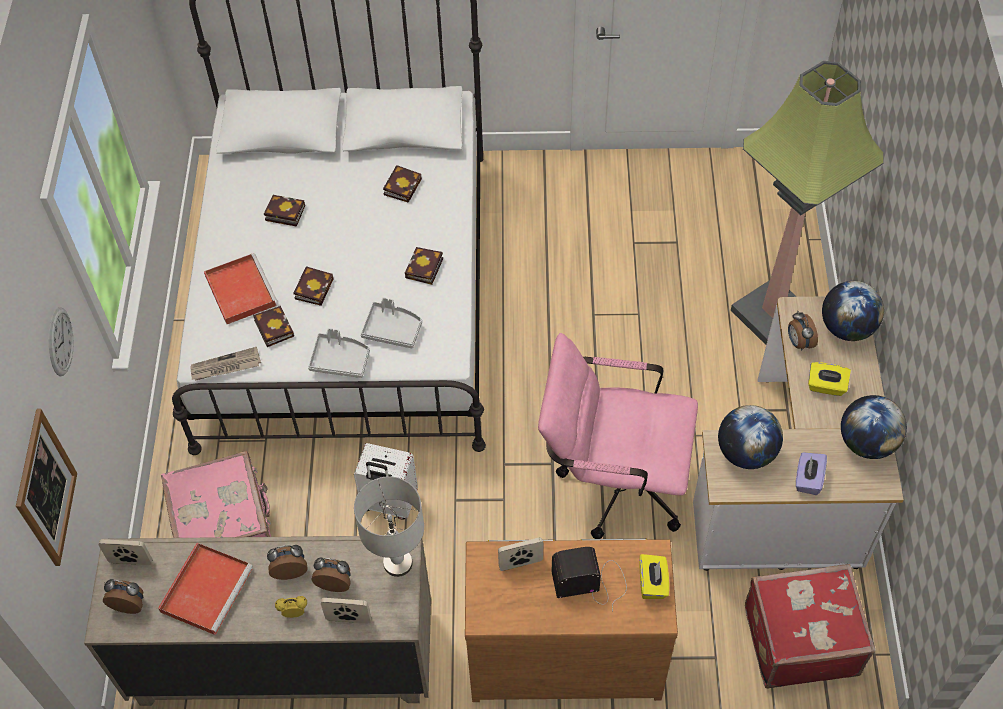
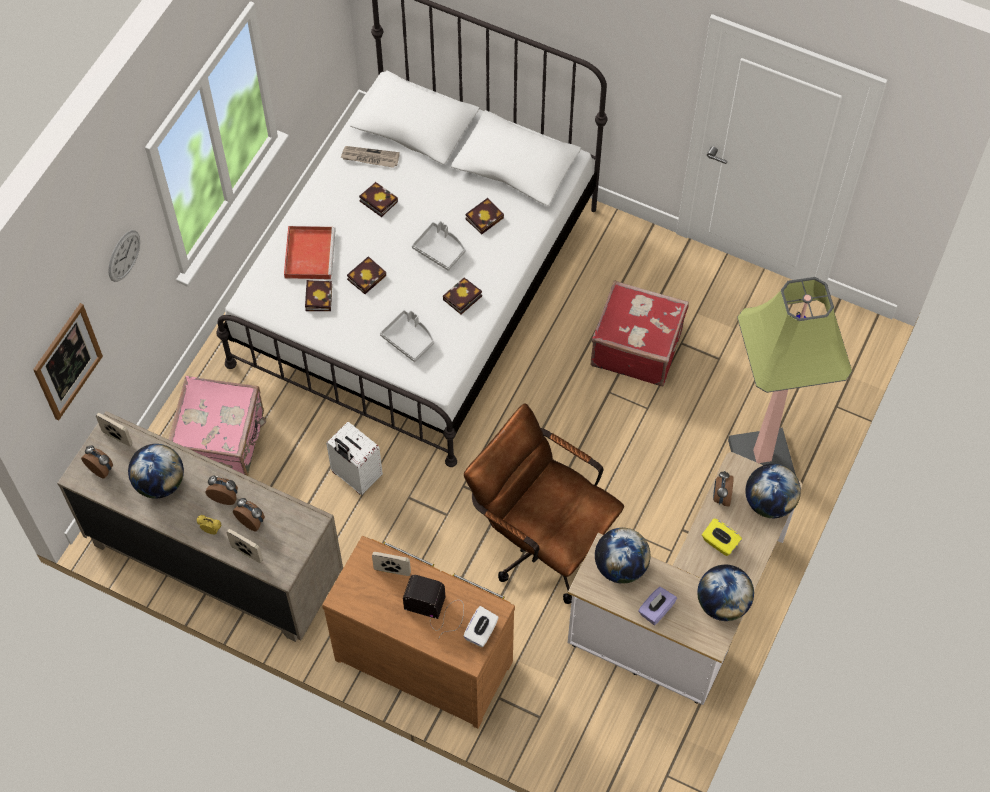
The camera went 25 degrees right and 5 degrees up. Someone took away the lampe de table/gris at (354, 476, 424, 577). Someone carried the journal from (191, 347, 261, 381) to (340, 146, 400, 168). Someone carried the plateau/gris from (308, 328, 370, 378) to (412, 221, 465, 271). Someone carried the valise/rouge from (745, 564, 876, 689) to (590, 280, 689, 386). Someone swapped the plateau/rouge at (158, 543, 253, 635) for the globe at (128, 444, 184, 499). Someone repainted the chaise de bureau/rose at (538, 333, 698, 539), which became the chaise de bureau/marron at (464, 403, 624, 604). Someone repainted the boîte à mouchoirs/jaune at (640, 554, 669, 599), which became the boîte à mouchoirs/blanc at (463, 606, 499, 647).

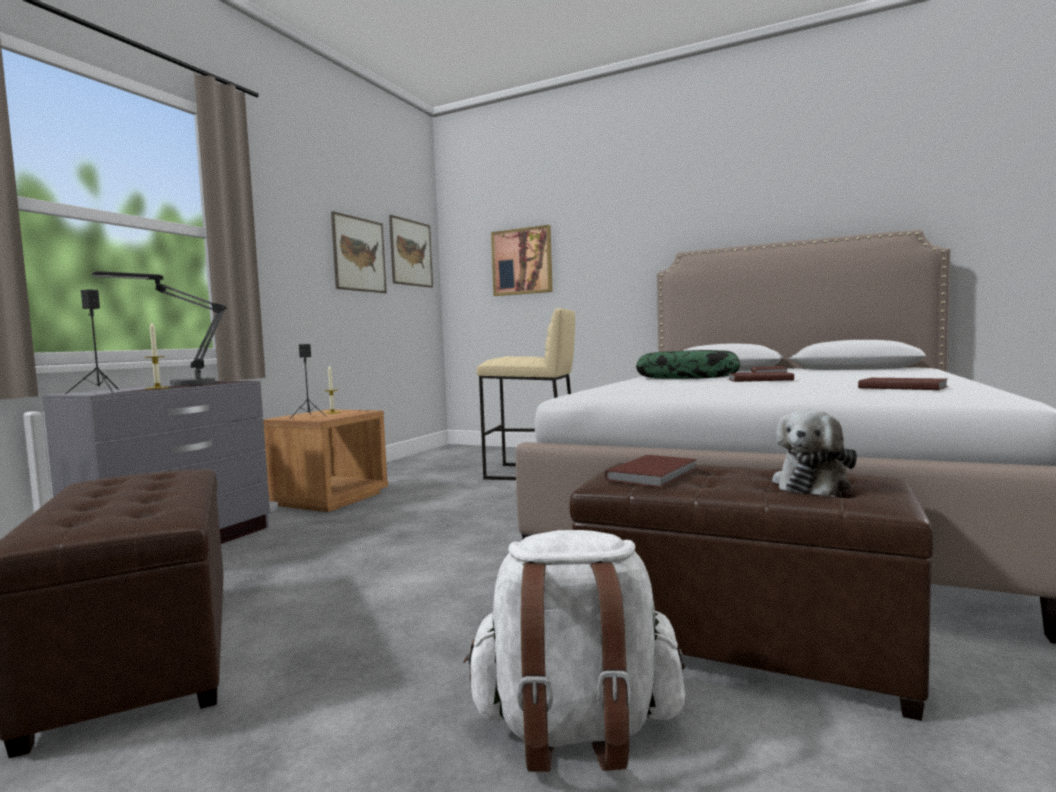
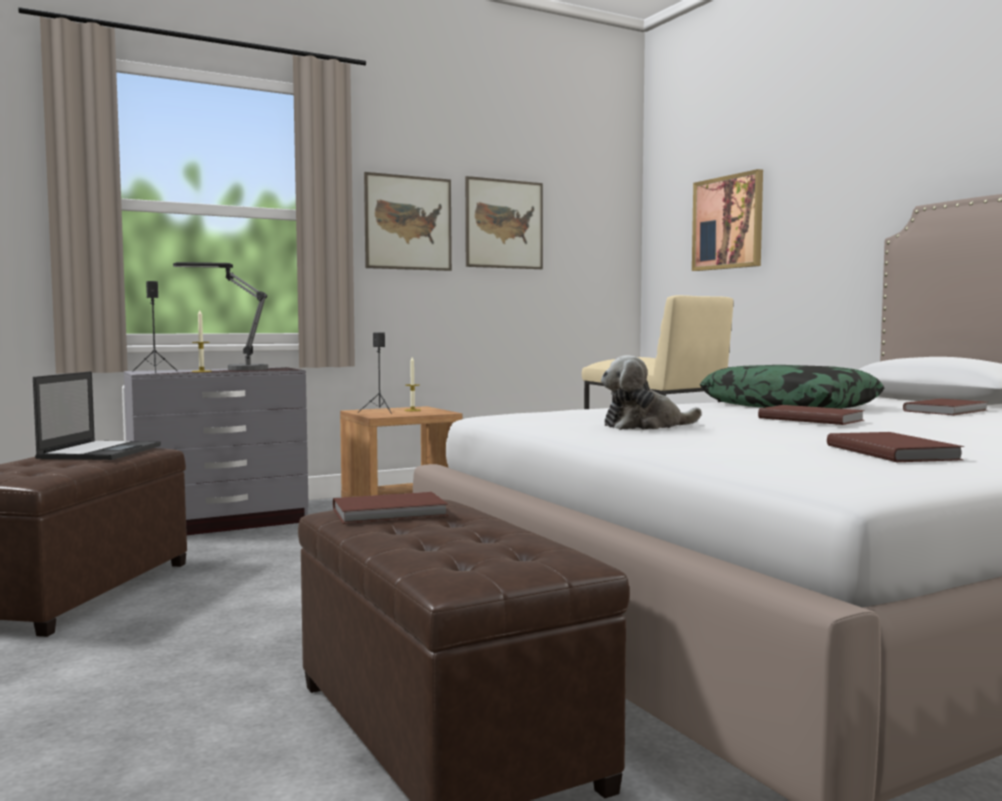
The camera went 35 degrees right and 0 degrees up. Someone took away the sac à dos/blanc at (463, 530, 685, 772). Someone put down the ordinateur portable at (33, 371, 161, 460). Someone carried the tableau from (389, 215, 433, 288) to (364, 172, 452, 271). Someone carried the peluche from (772, 409, 857, 497) to (601, 355, 702, 430).

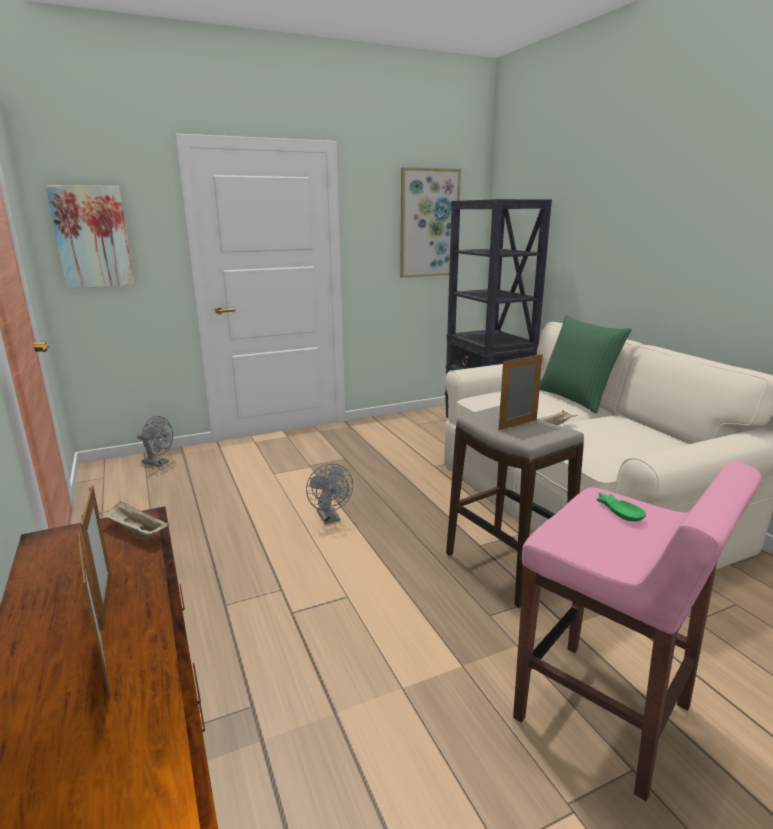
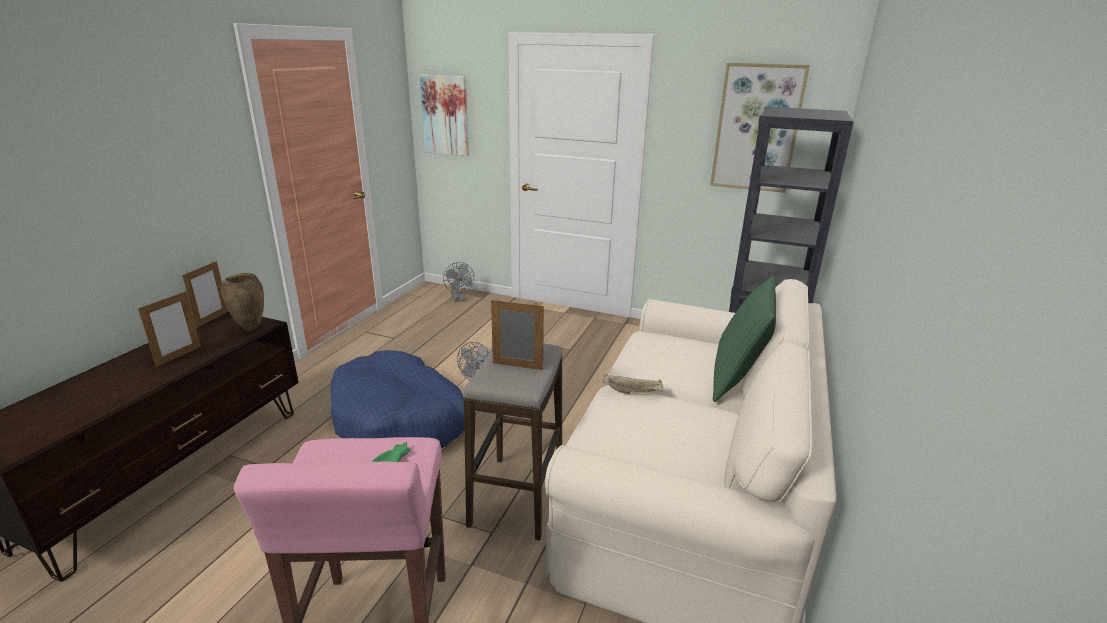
The camera went 45 degrees right and 5 degrees up. Someone put down the panier pour chien/bleu at (331, 350, 464, 448). Someone carried the cadre photo from (77, 532, 111, 696) to (182, 261, 228, 328). Someone swapped the plateau/beige at (100, 501, 170, 537) for the vase/marron at (222, 273, 264, 331).

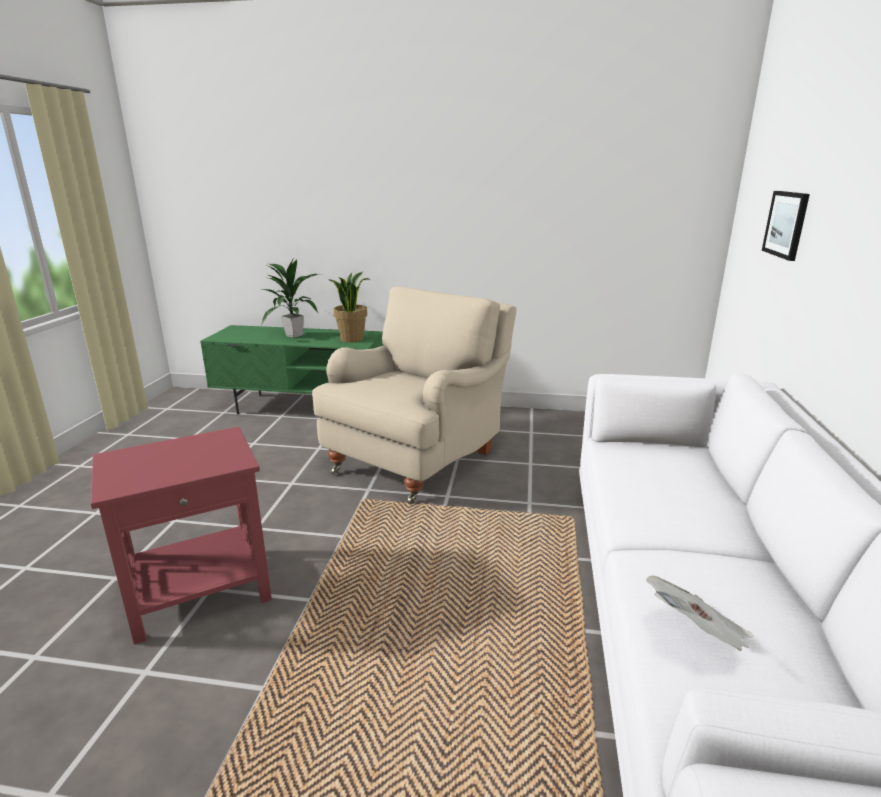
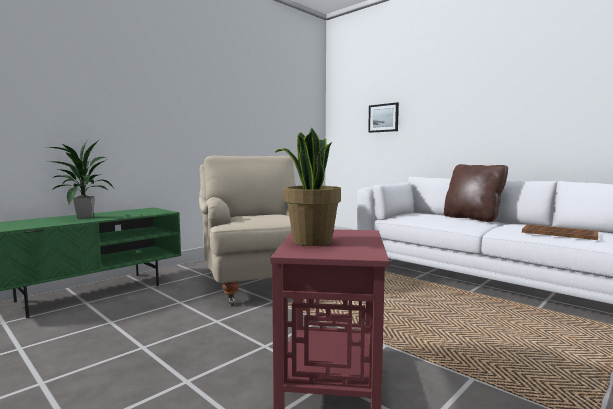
The camera went 55 degrees left and 15 degrees down. Someone put down the coussin/marron at (444, 164, 508, 222). Someone carried the plante en pot from (327, 272, 370, 343) to (276, 128, 341, 246). Someone swapped the journal at (646, 576, 754, 651) for the plateau/marron at (522, 224, 598, 240).

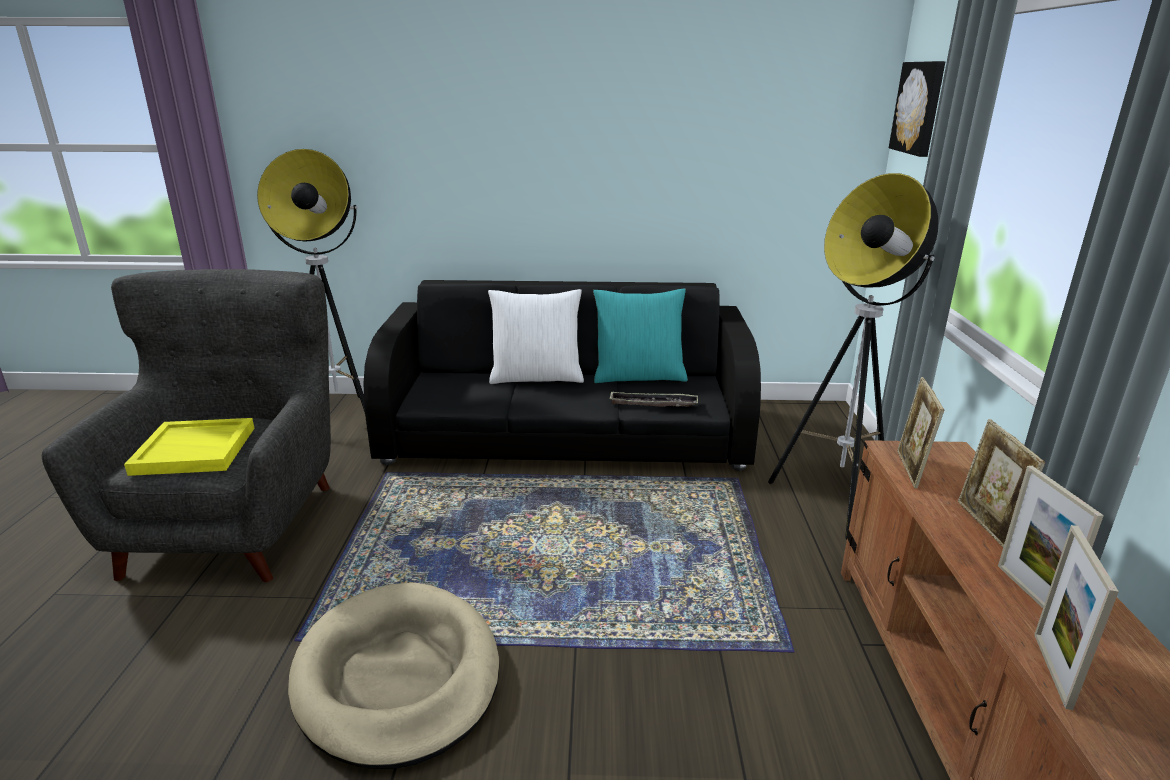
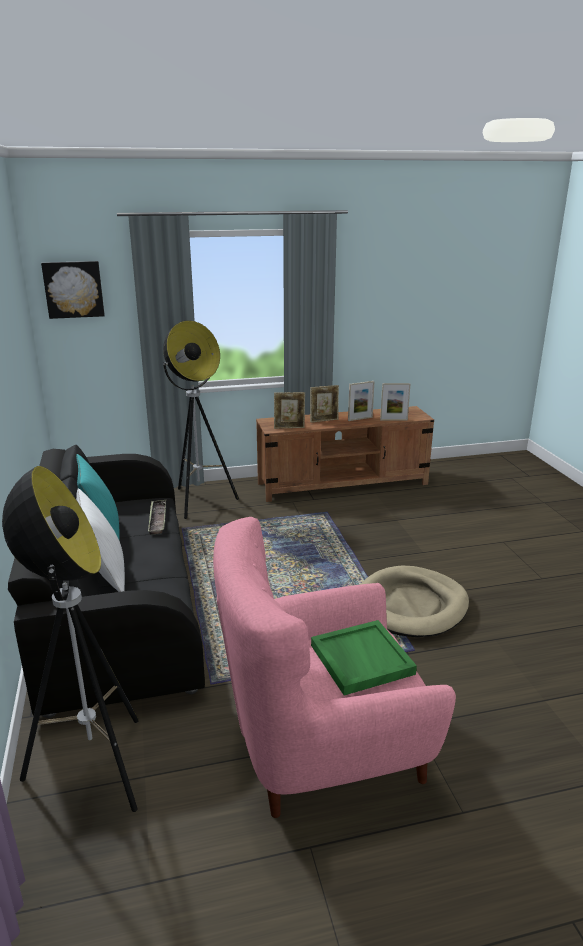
The camera went 105 degrees left and 0 degrees up. Someone repainted the fauteuil/gris at (42, 269, 331, 582), which became the fauteuil/rose at (213, 517, 456, 818). Someone repainted the plateau/jaune at (124, 418, 254, 476), which became the plateau/vert at (311, 620, 417, 696).

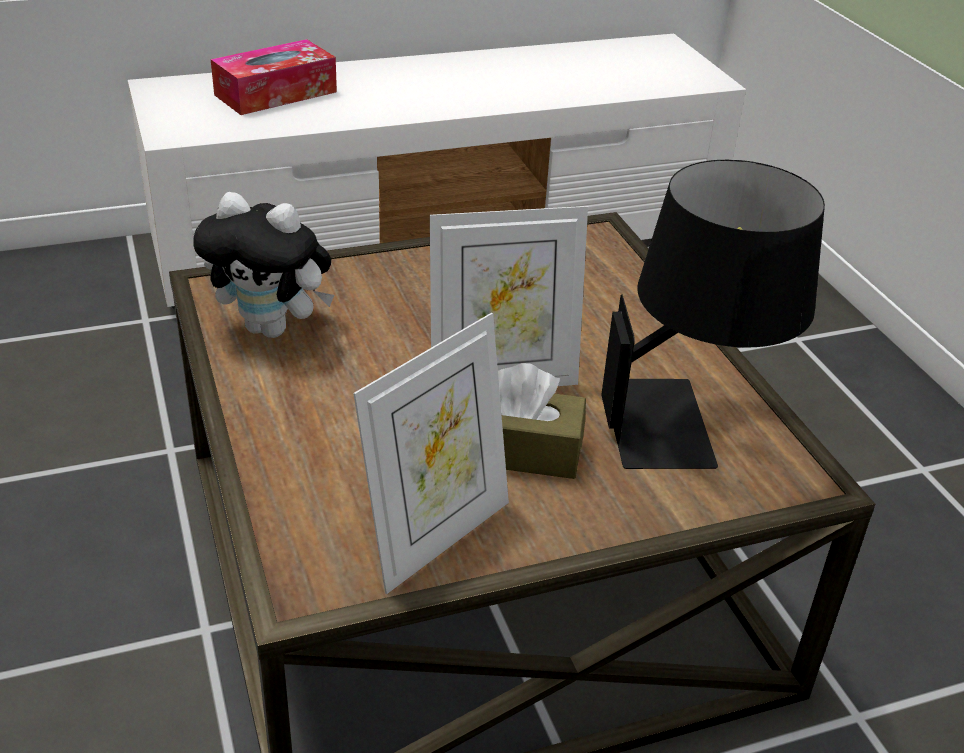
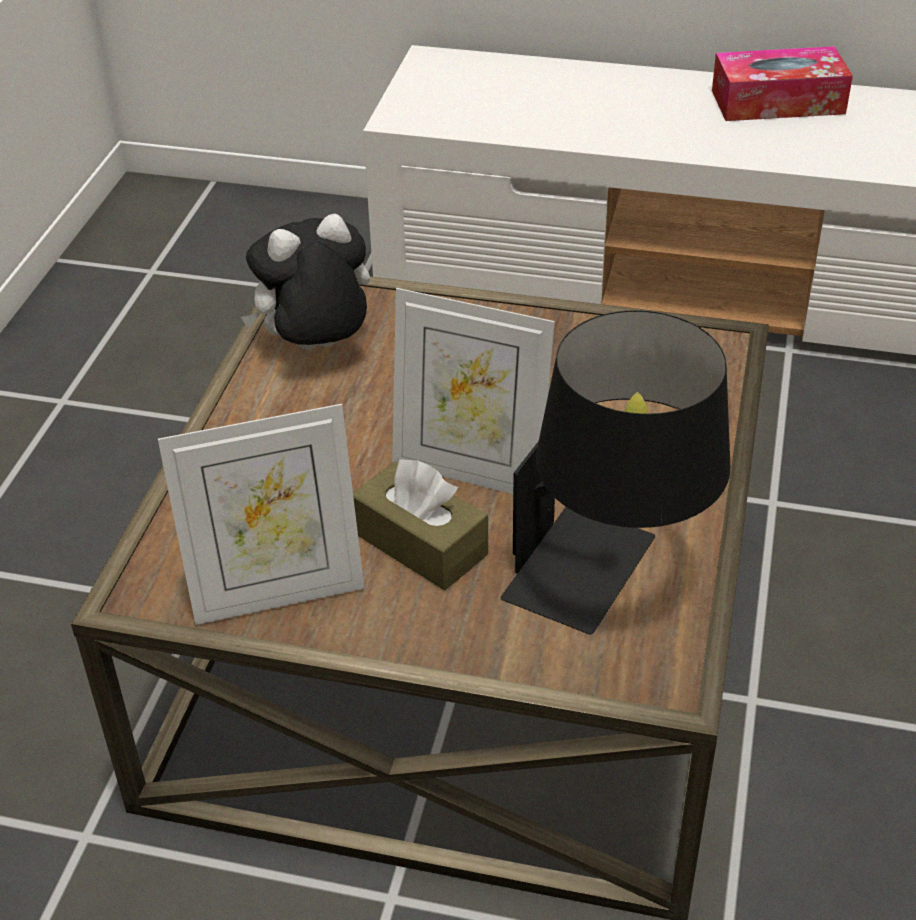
The camera went 35 degrees right and 5 degrees up. Someone carried the boîte à mouchoirs from (211, 39, 337, 115) to (712, 46, 853, 121). Someone rotated the peluche at (193, 192, 334, 338) by 105 degrees clockwise.

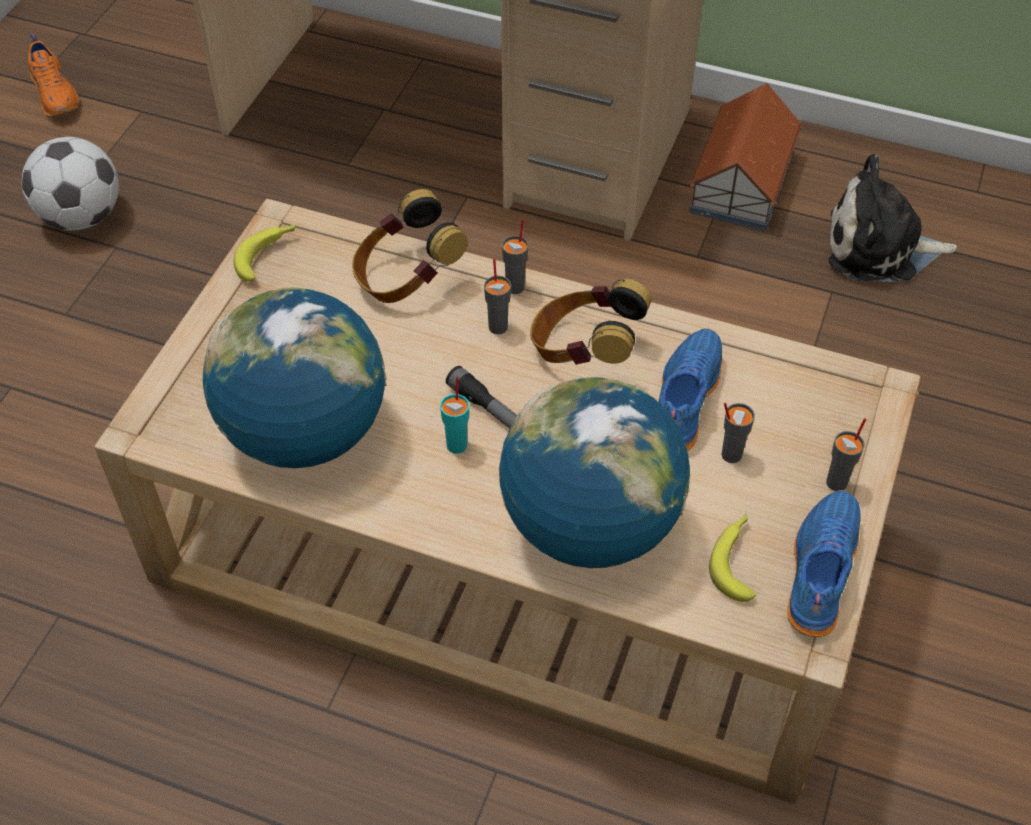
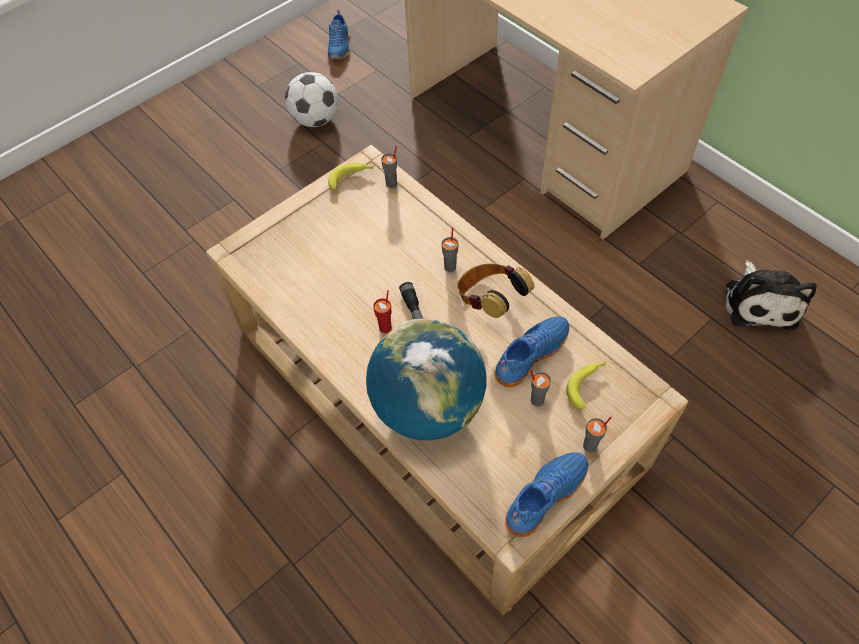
The camera went 30 degrees right and 5 degrees up. Someone took away the globe at (203, 287, 387, 468). Someone took away the casque audio at (352, 189, 468, 303). Someone took away the maison miniature at (689, 83, 803, 231). Someone carried the tasse/gris from (502, 220, 528, 294) to (381, 146, 397, 188). Someone carried the banane from (709, 513, 756, 602) to (566, 361, 606, 409). Someone repainted the chaussure/orange at (28, 34, 80, 117), which became the chaussure/bleu at (328, 9, 350, 59). Someone repainted the tasse/turquoise at (440, 377, 469, 454), which became the tasse/rouge at (373, 290, 392, 333). Someone rotated the peluche at (829, 154, 957, 282) by 120 degrees counterclockwise.

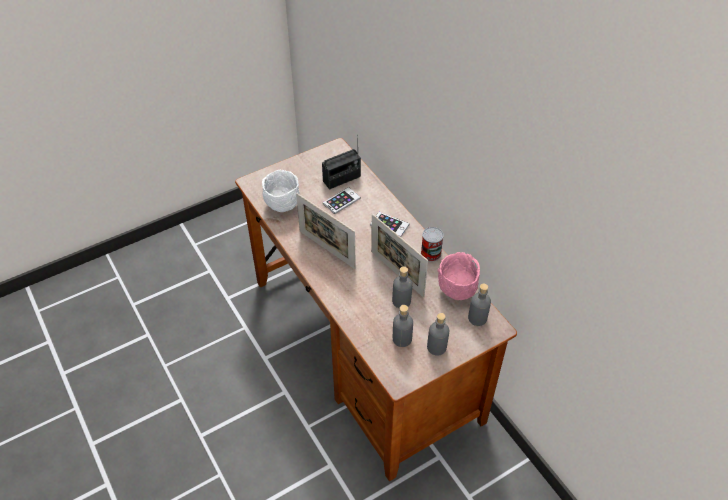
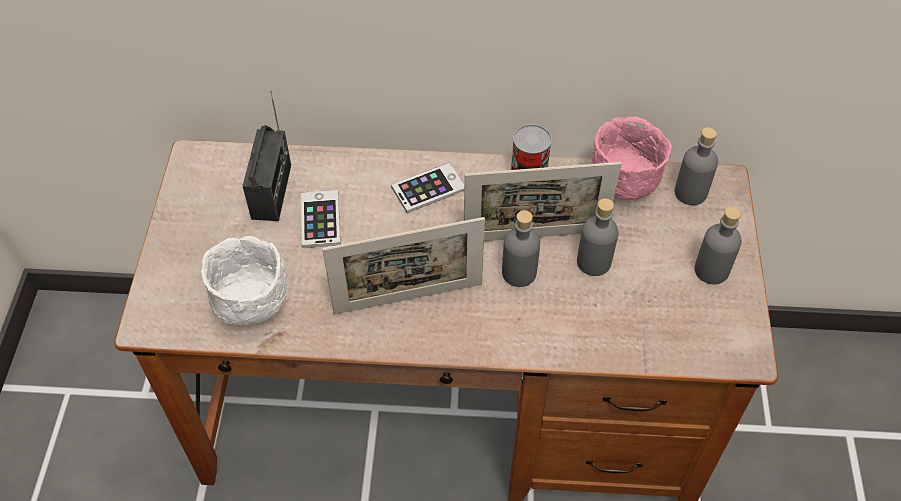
The camera went 55 degrees left and 5 degrees up. Someone carried the bouteille/gris from (393, 305, 413, 347) to (502, 210, 540, 287).

